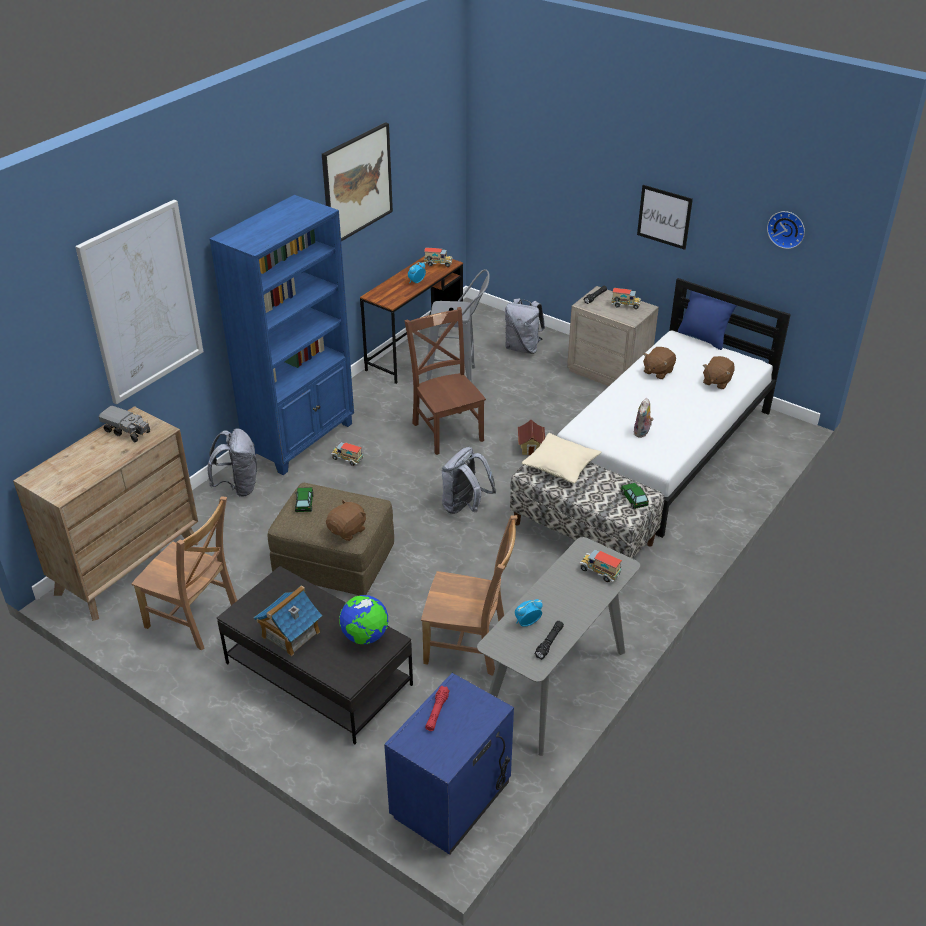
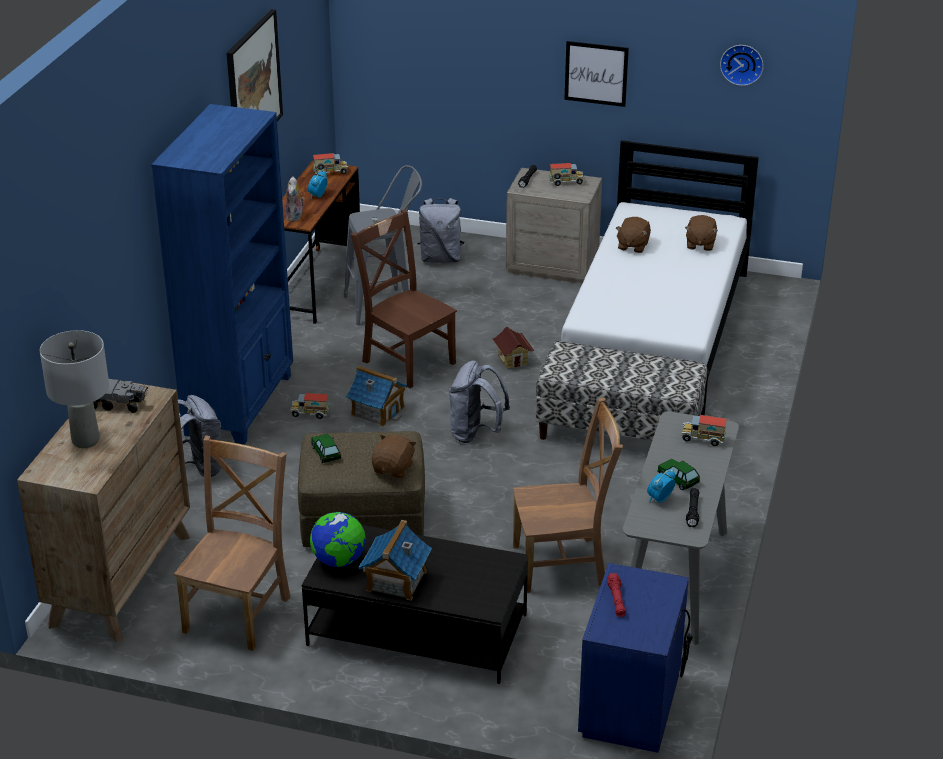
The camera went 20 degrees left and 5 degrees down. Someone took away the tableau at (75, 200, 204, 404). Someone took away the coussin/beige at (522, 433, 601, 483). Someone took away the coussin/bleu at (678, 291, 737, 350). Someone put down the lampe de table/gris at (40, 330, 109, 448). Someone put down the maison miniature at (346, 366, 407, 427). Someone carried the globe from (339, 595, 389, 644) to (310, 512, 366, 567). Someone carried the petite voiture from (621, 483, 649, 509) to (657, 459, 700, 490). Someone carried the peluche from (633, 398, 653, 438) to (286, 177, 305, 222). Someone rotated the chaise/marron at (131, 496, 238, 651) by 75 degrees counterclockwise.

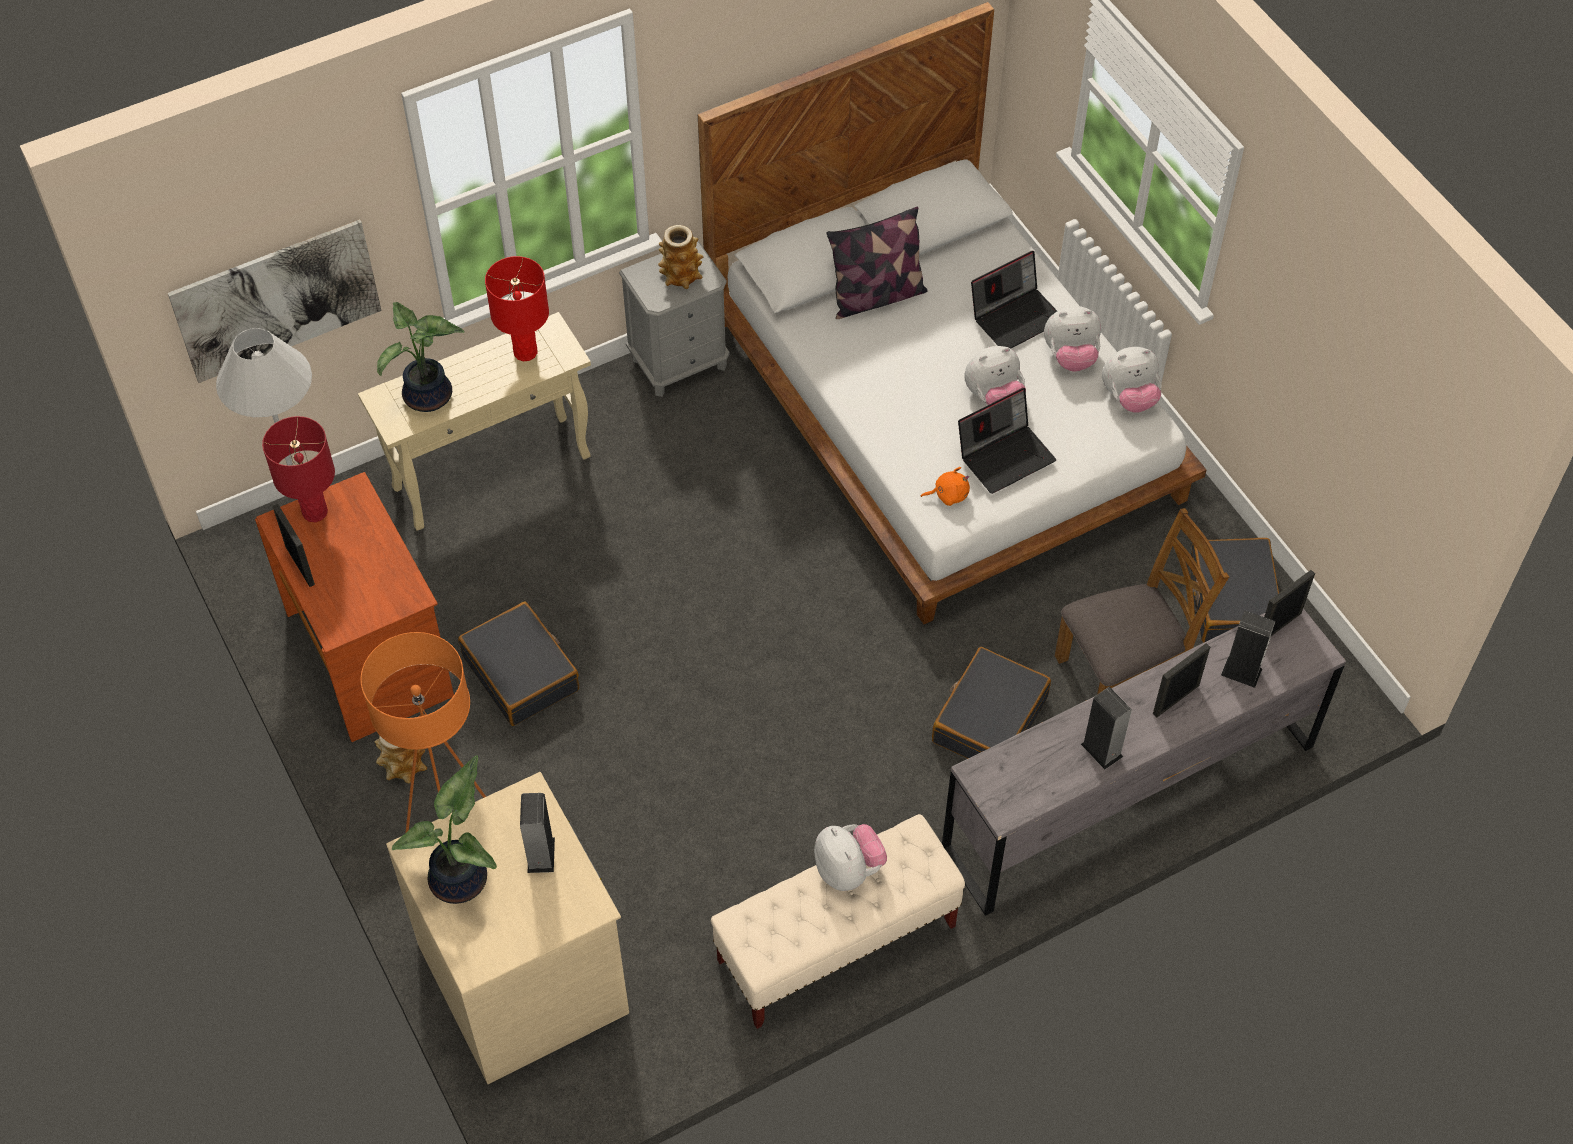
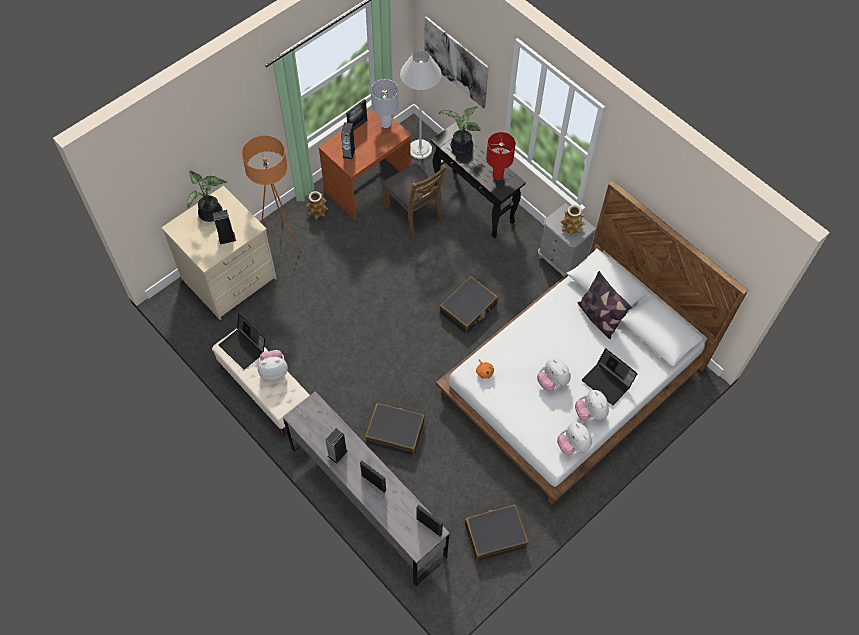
The camera went 75 degrees right and 5 degrees up. Someone carried the valise/noir from (458, 601, 579, 726) to (440, 276, 498, 334). Someone carried the ordinateur portable from (958, 388, 1056, 494) to (219, 314, 265, 370). Someone carried the chaise/marron from (1055, 508, 1229, 694) to (382, 164, 447, 236). Someone carried the enceinte from (1221, 610, 1276, 688) to (341, 122, 355, 159). Someone repainted the lampe de table/rouge at (262, 416, 335, 522), which became the lampe de table/gris at (371, 79, 398, 128). Someone repainted the table console/beige at (358, 312, 591, 531), which became the table console/noir at (431, 122, 526, 238). Someone rotated the peluche at (814, 824, 887, 891) by 150 degrees counterclockwise.

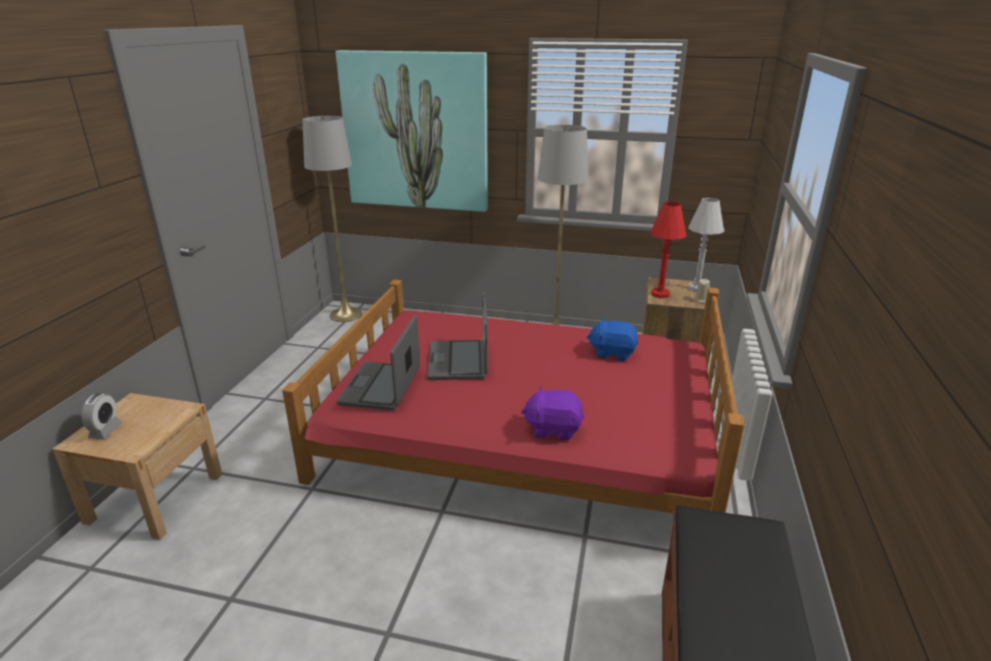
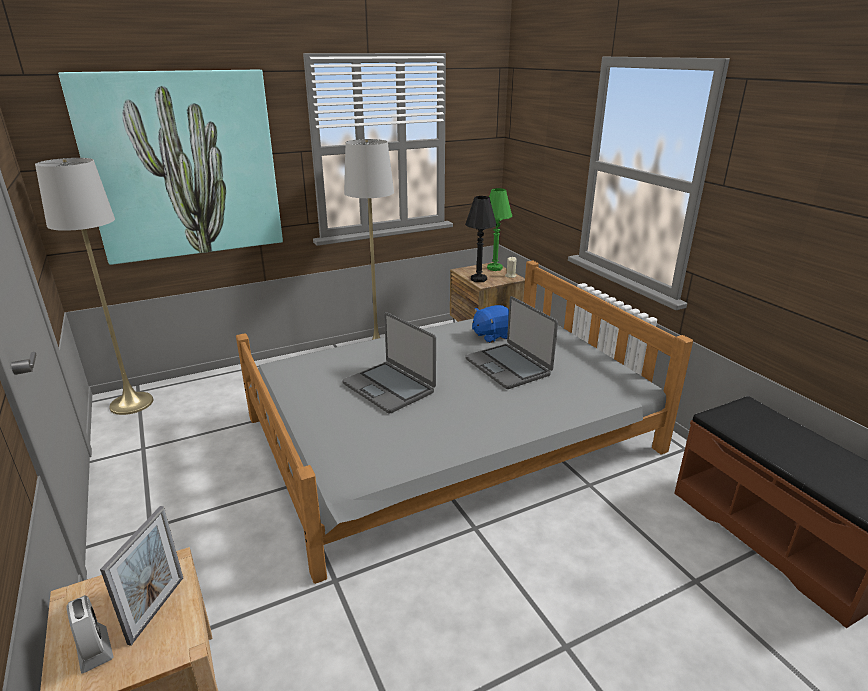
The camera went 40 degrees left and 0 degrees up. Someone took away the peluche/violet at (521, 387, 584, 441). Someone put down the cadre photo at (100, 506, 183, 646). Someone carried the ordinateur portable from (336, 315, 420, 411) to (465, 296, 558, 389). Someone repainted the lit/rouge at (282, 280, 745, 514), which became the lit/gris at (236, 261, 693, 584). Someone repainted the lampe de table/rouge at (650, 202, 686, 298), which became the lampe de table/noir at (465, 196, 497, 282). Someone repainted the lampe de table/blanc at (688, 197, 724, 292), which became the lampe de table/vert at (487, 188, 512, 271).

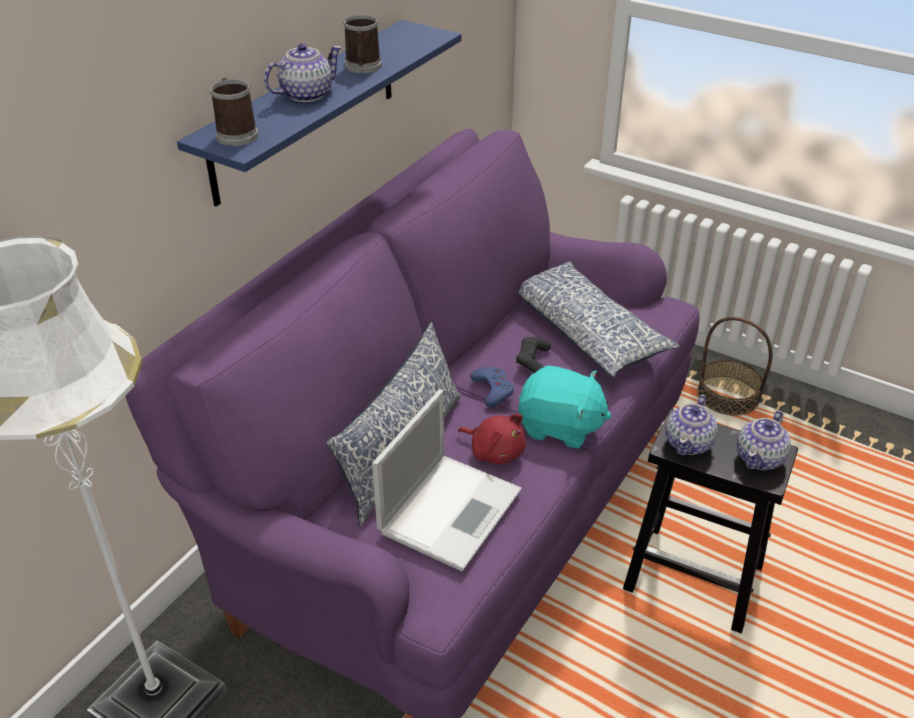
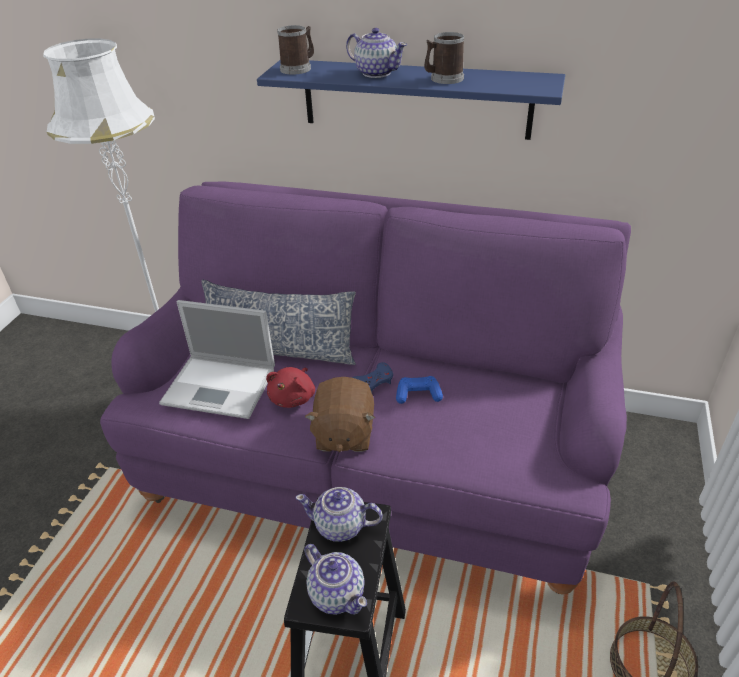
The camera went 75 degrees right and 0 degrees up. Someone took away the coussin at (518, 262, 679, 378). Someone repainted the manette/noir at (516, 337, 551, 373), which became the manette/bleu at (396, 376, 443, 404). Someone repainted the peluche/turquoise at (518, 366, 612, 449), which became the peluche/marron at (305, 377, 375, 452). Someone rotated the théière at (737, 410, 791, 470) by 150 degrees counterclockwise.

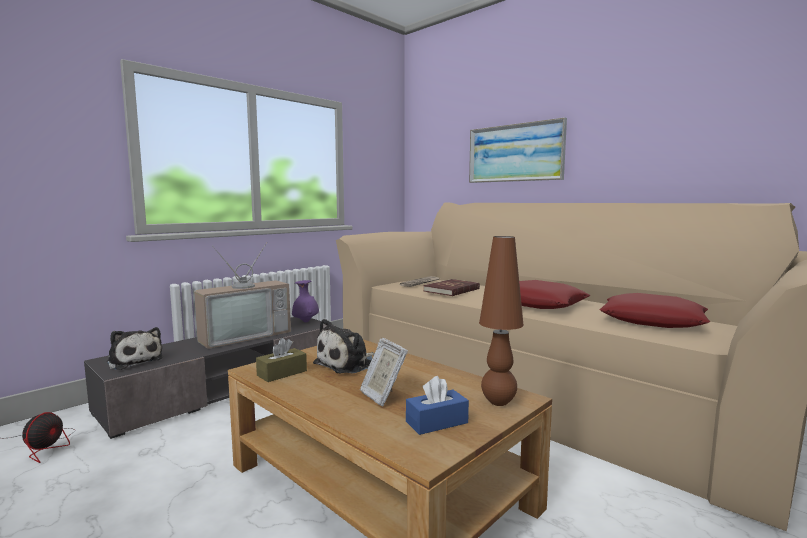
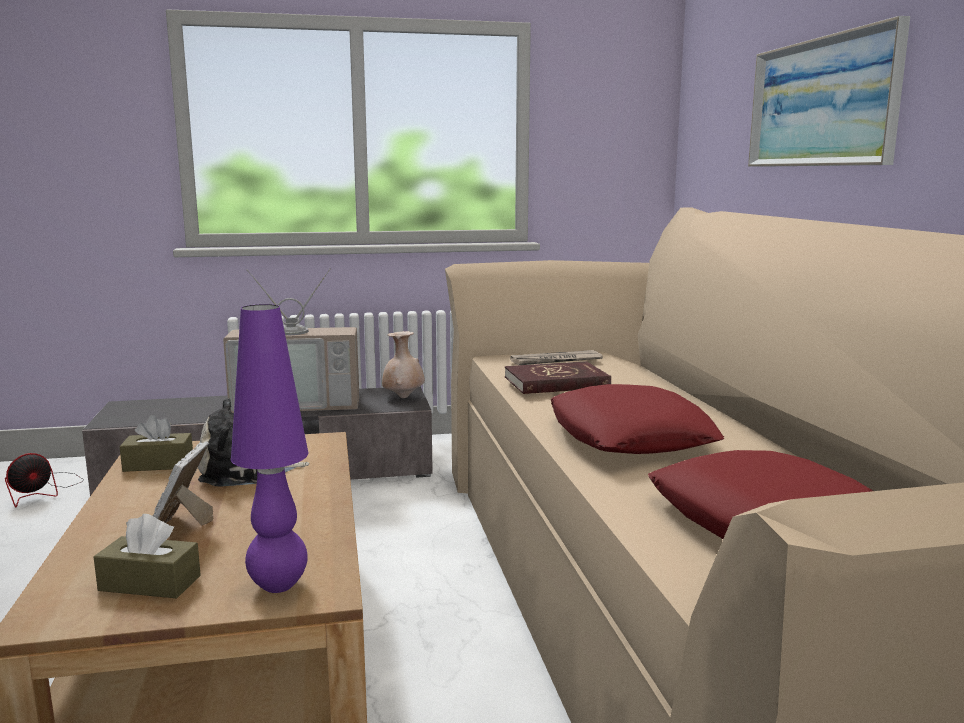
The camera went 35 degrees right and 5 degrees up. Someone took away the peluche at (107, 327, 163, 370). Someone repainted the vase/violet at (292, 280, 319, 322), which became the vase/beige at (382, 331, 425, 398). Someone repainted the boîte à mouchoirs/bleu at (406, 376, 469, 435), which became the boîte à mouchoirs/marron at (94, 514, 201, 599). Someone repainted the lampe de table/marron at (479, 236, 524, 406), which became the lampe de table/violet at (231, 304, 308, 593).

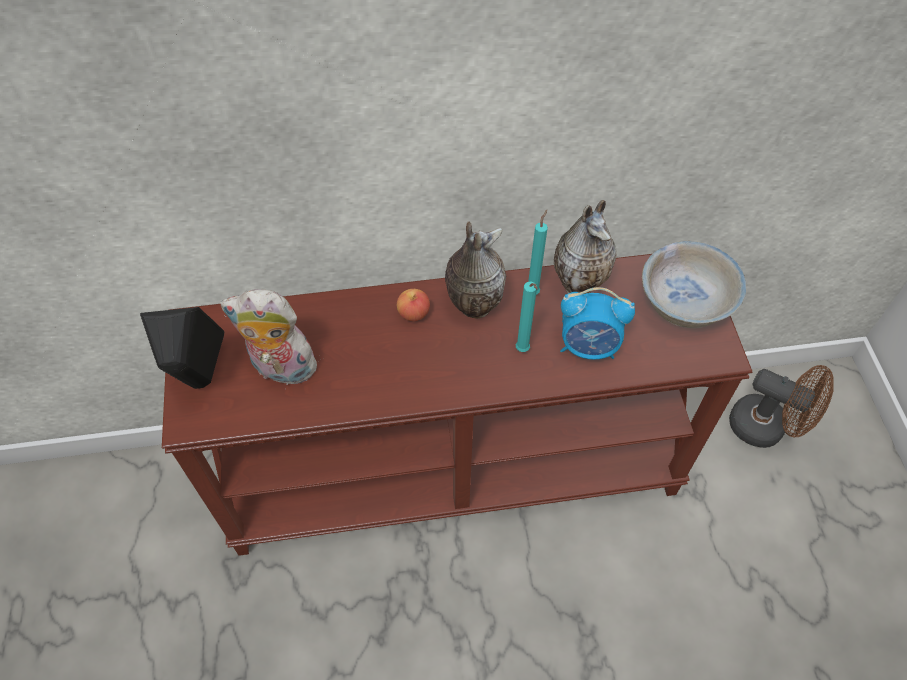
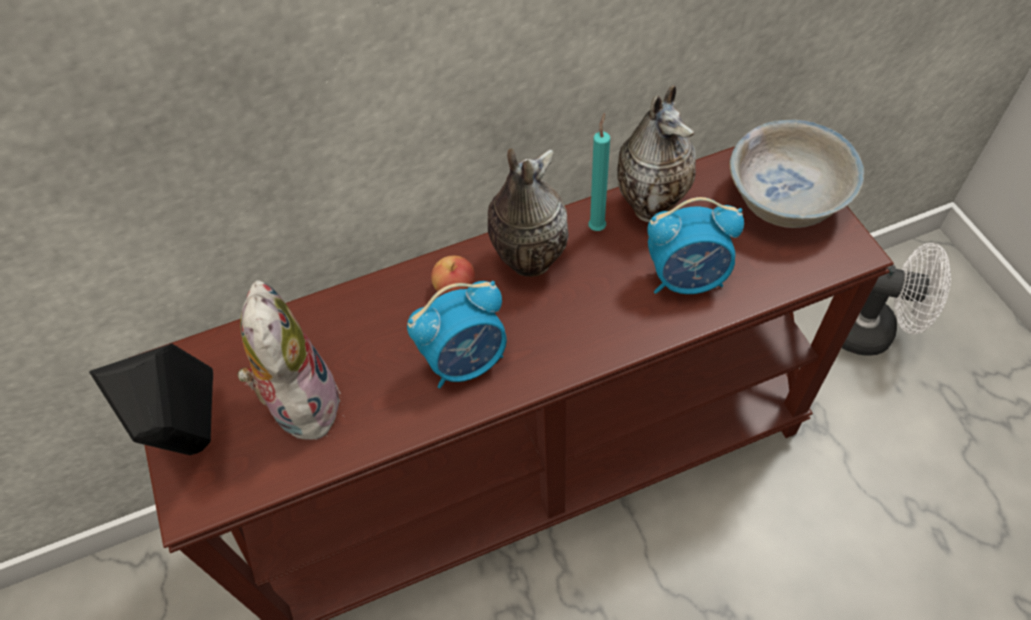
The camera went 10 degrees left and 0 degrees up. Someone took away the bougie/turquoise at (516, 282, 537, 352). Someone put down the réveil at (407, 281, 507, 388). Someone repainted the ventilateur/marron at (729, 365, 834, 448), which became the ventilateur/blanc at (842, 243, 951, 355). Someone rotated the peluche at (220, 289, 317, 385) by 75 degrees clockwise.

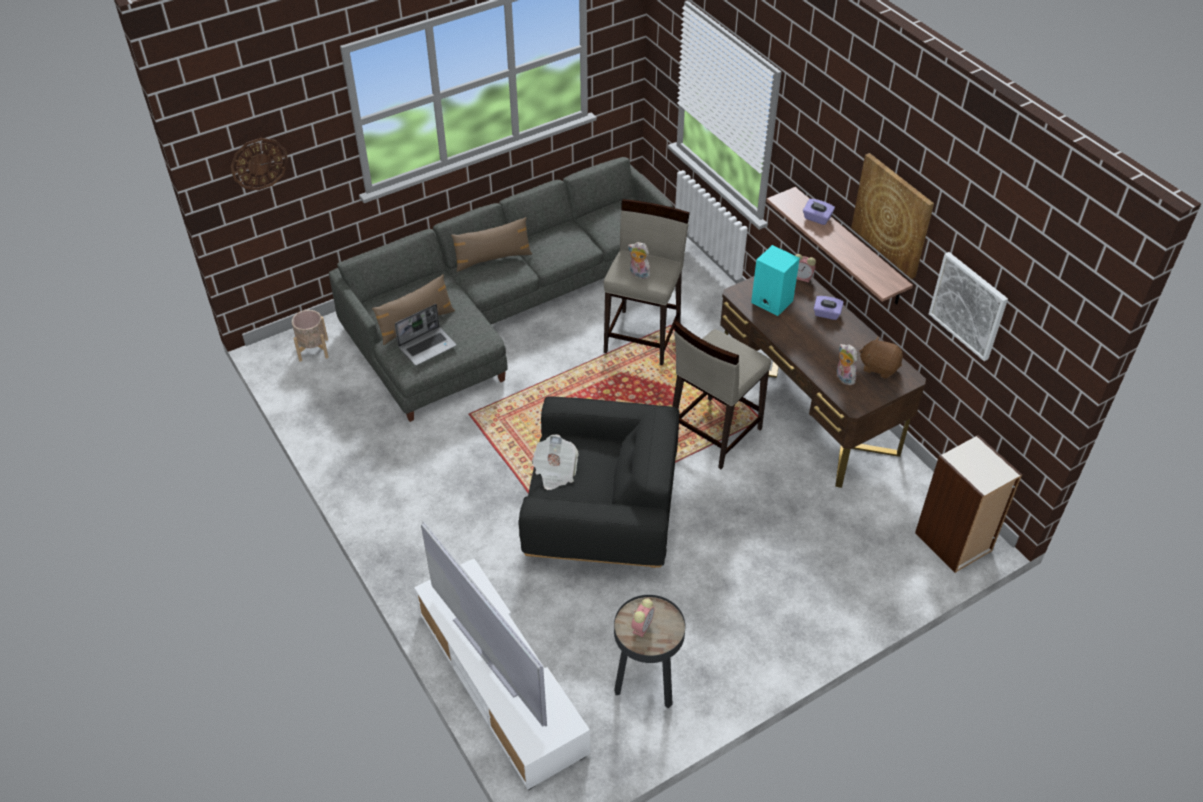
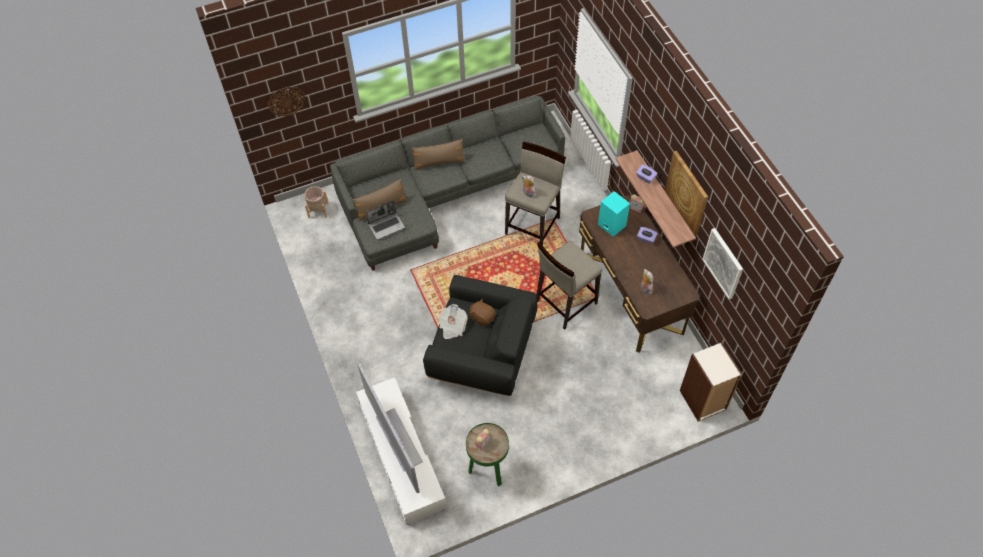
The camera went 10 degrees right and 10 degrees up. Someone carried the peluche/marron from (859, 336, 903, 378) to (470, 299, 496, 327). Someone repainted the table d'appoint/noir at (614, 595, 685, 708), which became the table d'appoint/vert at (466, 423, 509, 486).

